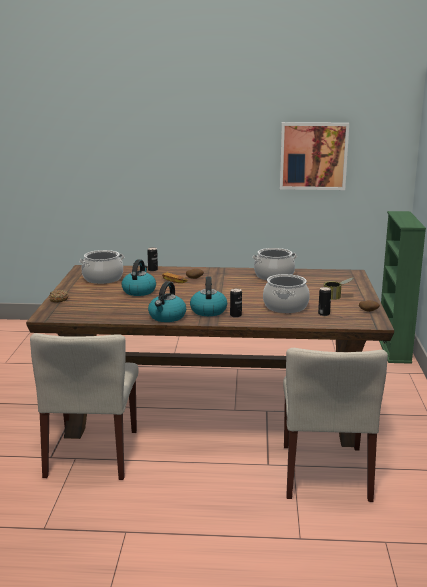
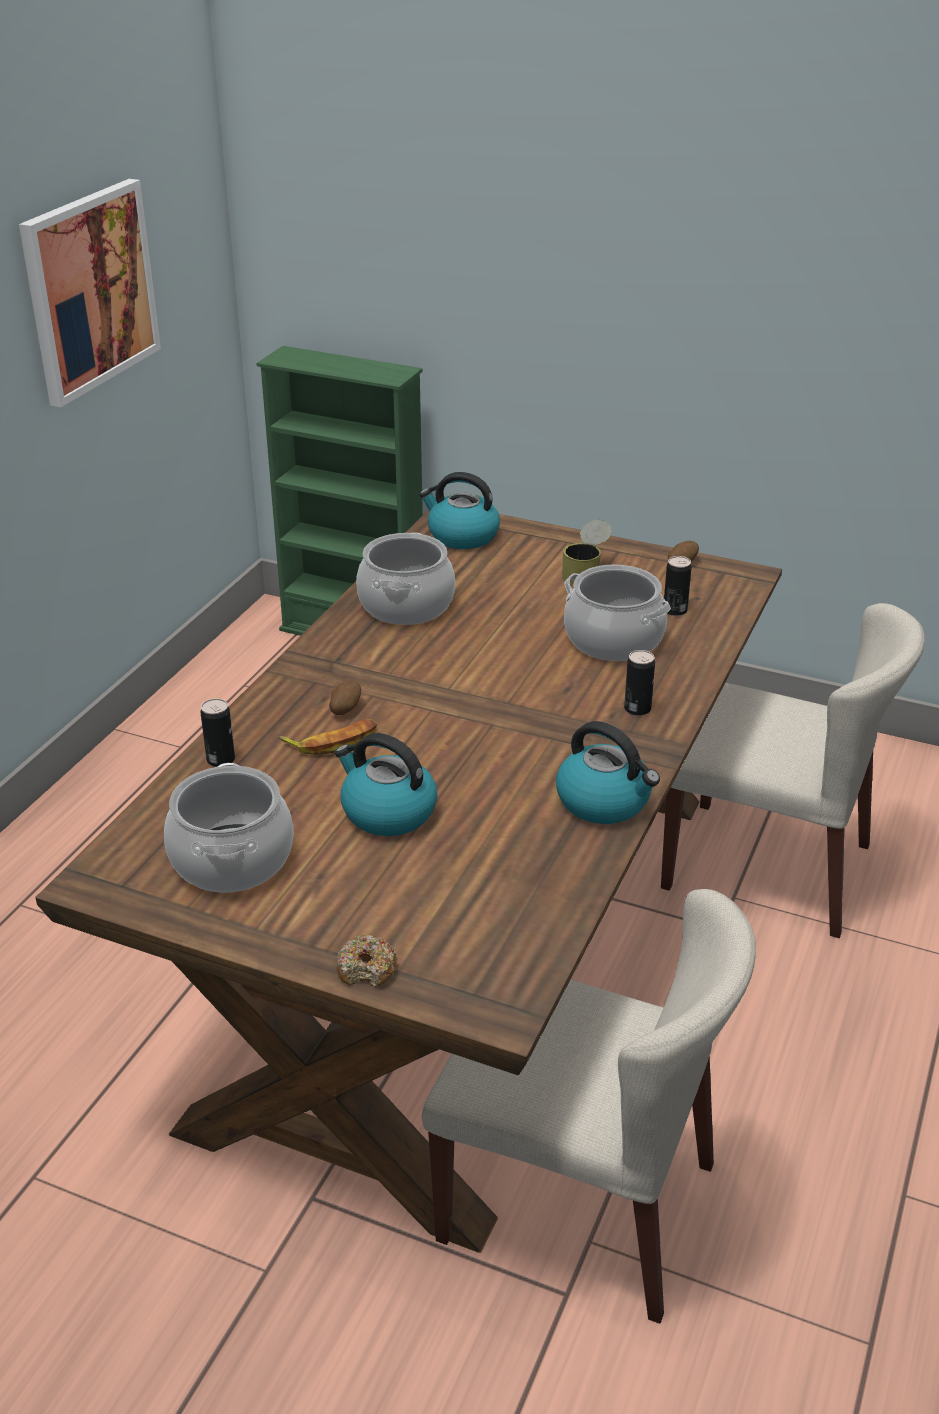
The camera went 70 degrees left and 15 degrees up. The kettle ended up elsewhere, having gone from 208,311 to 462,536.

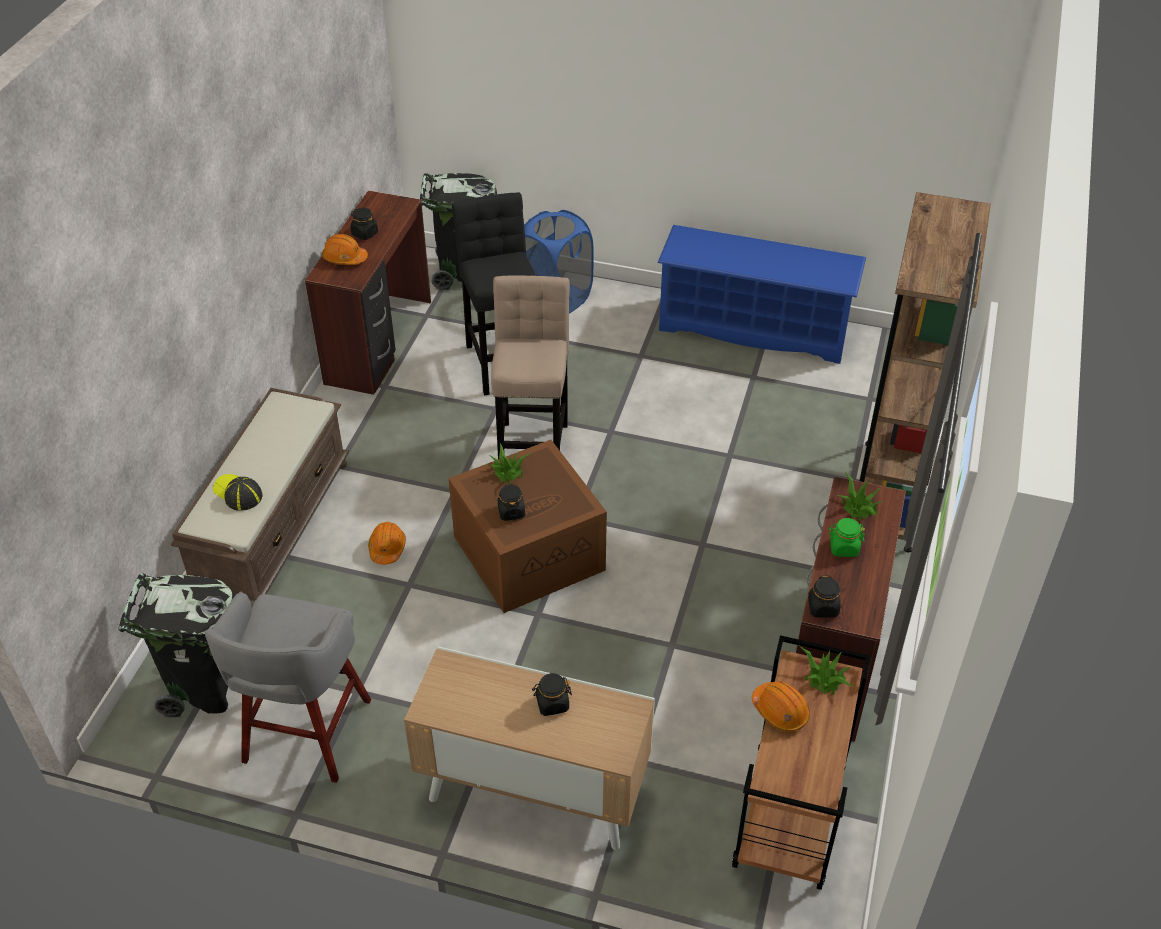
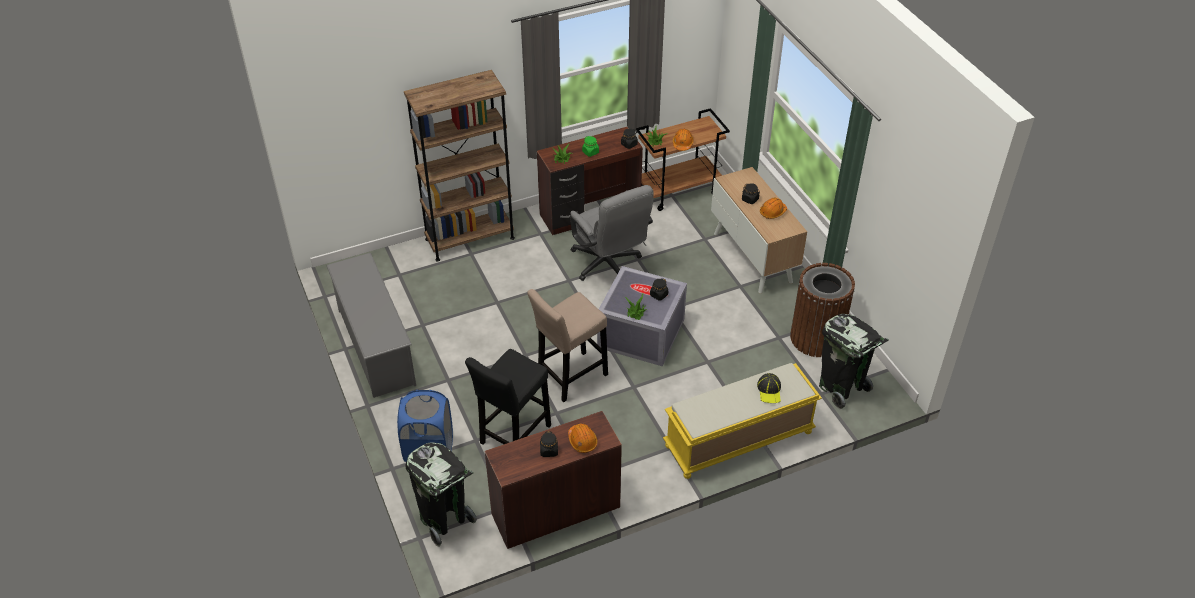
The camera went 130 degrees left and 0 degrees up. The second view gained the gray computer chair at 609,266. The orange-coloured work helmet ended up elsewhere, having gone from 387,548 to 772,212. Where the gray sitting stool stood at 305,734, the brown waste bin came to stand at 816,338. What was the brown long seat at 272,527 turned into the yellow-coloured long seat at 738,440. What was the brown storage container at 529,551 turned into the gray storage container at 639,334. What was the bluish shoe stand at 754,328 turned into the gray shoe stand at 376,346.

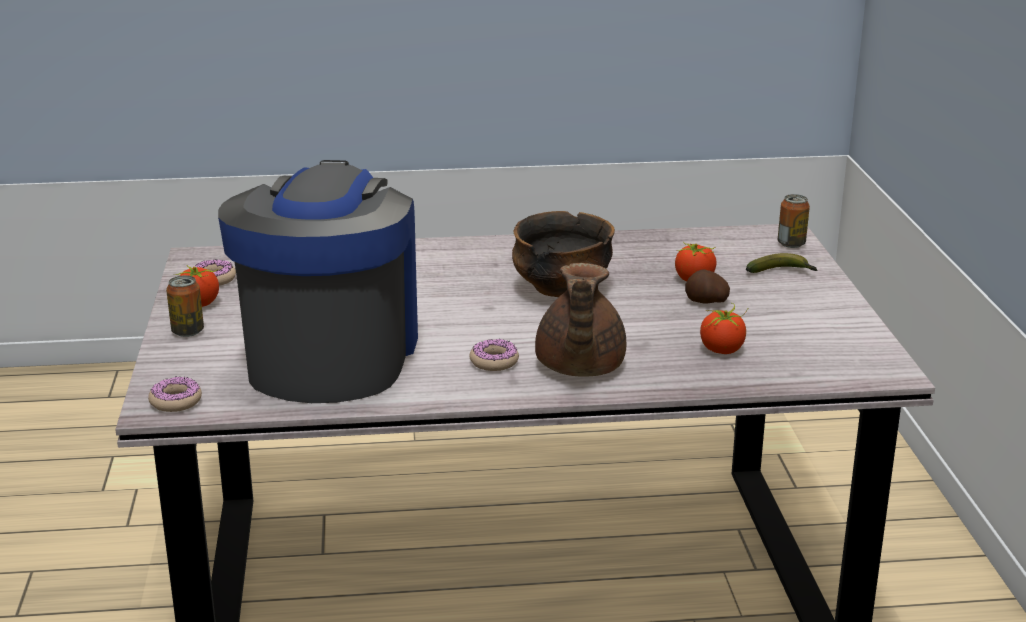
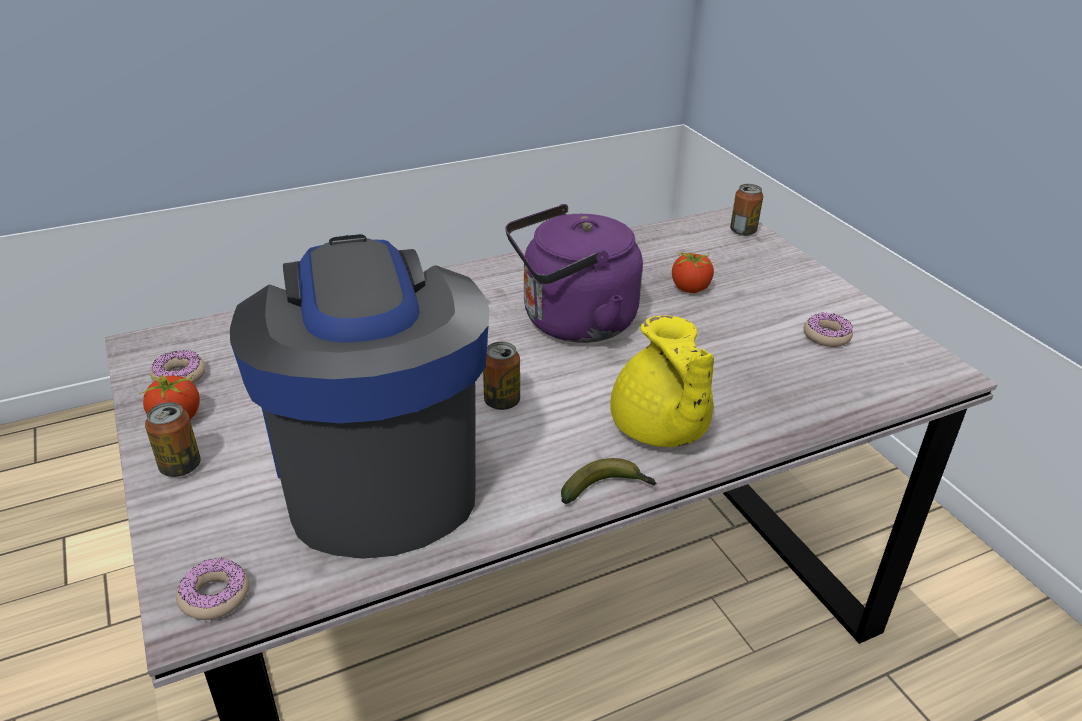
The camera went 20 degrees left and 10 degrees up. The second view lost the spud at 706,302. The second view lost the tomato at 722,350. The second view gained the metal can at 502,401. The donut ended up elsewhere, having gone from 494,362 to 826,336. The whole banana ended up elsewhere, having gone from 782,273 to 607,489. Where the deep dish stood at 560,289, the purple kettle came to stand at 572,323. What was the brown teapot at 578,368 turned into the yellow-coloured teapot at 660,429.

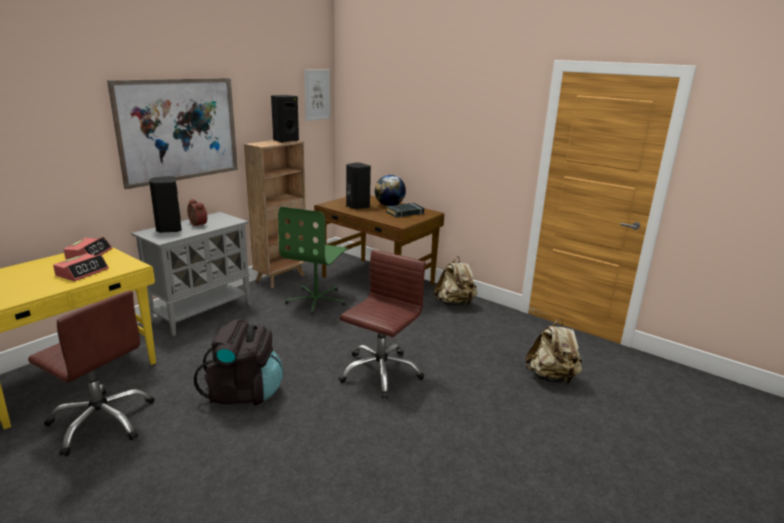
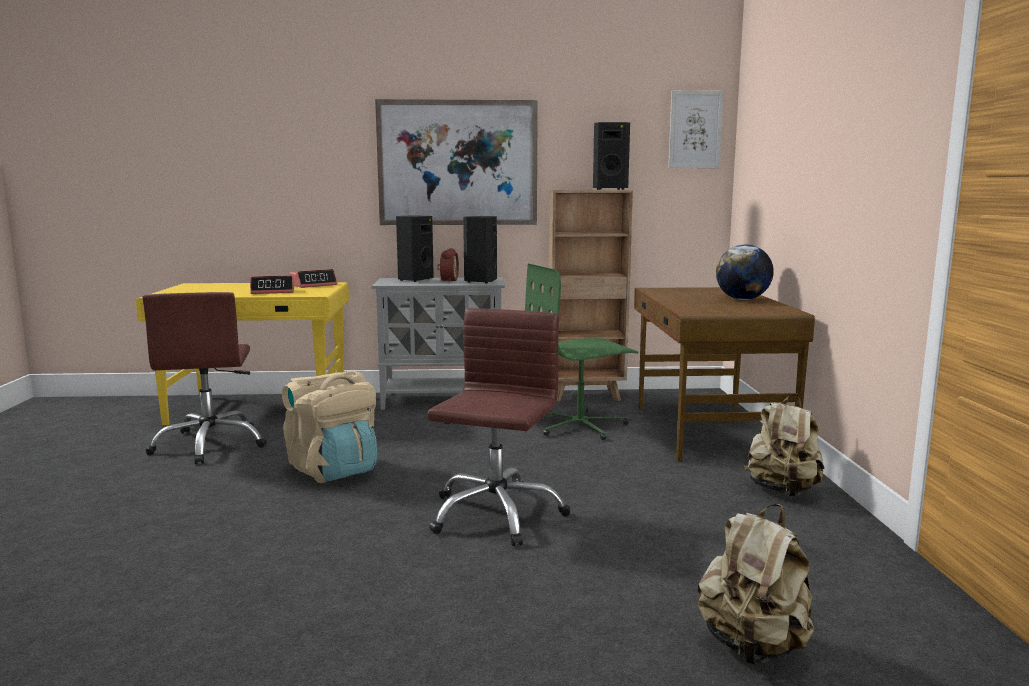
The camera went 50 degrees right and 10 degrees down. The second view lost the black bound book at 405,213. The black loudspeaker ended up elsewhere, having gone from 357,206 to 480,281. What was the black rucksack at 244,392 turned into the sand-coloured rucksack at 333,470. The brown computer chair at 380,372 ended up facing another way, 60 degrees counterclockwise from before.

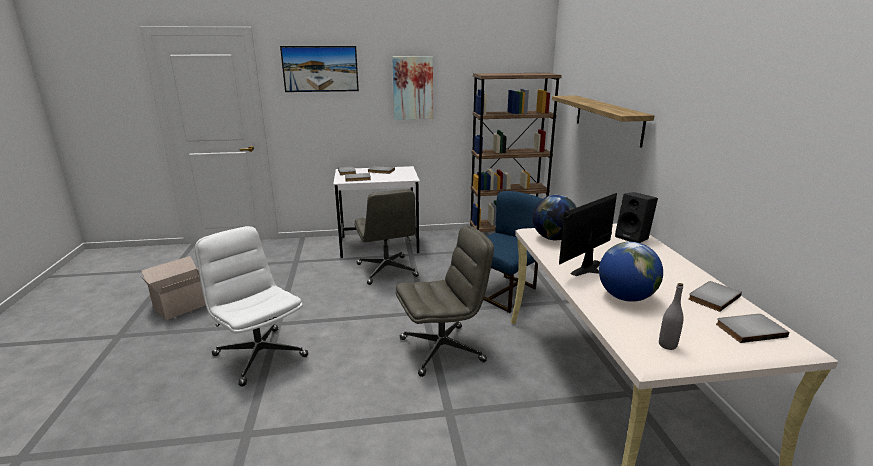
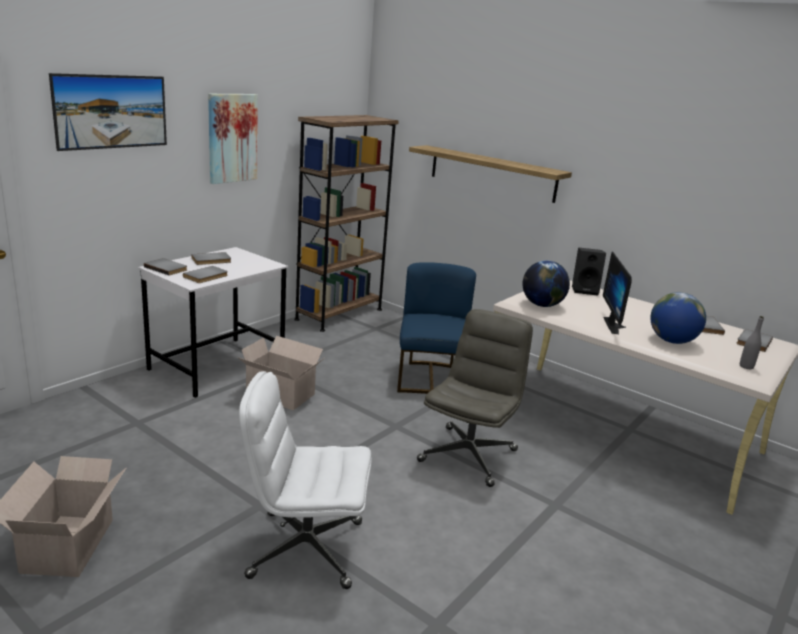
The camera went 45 degrees left and 0 degrees up. Where the gray computer chair stood at 387,270, the packing box came to stand at 282,395.

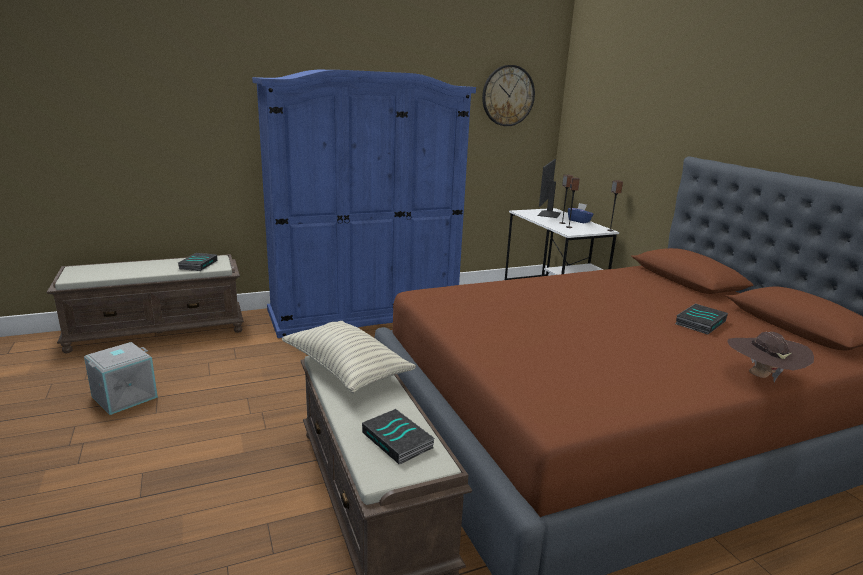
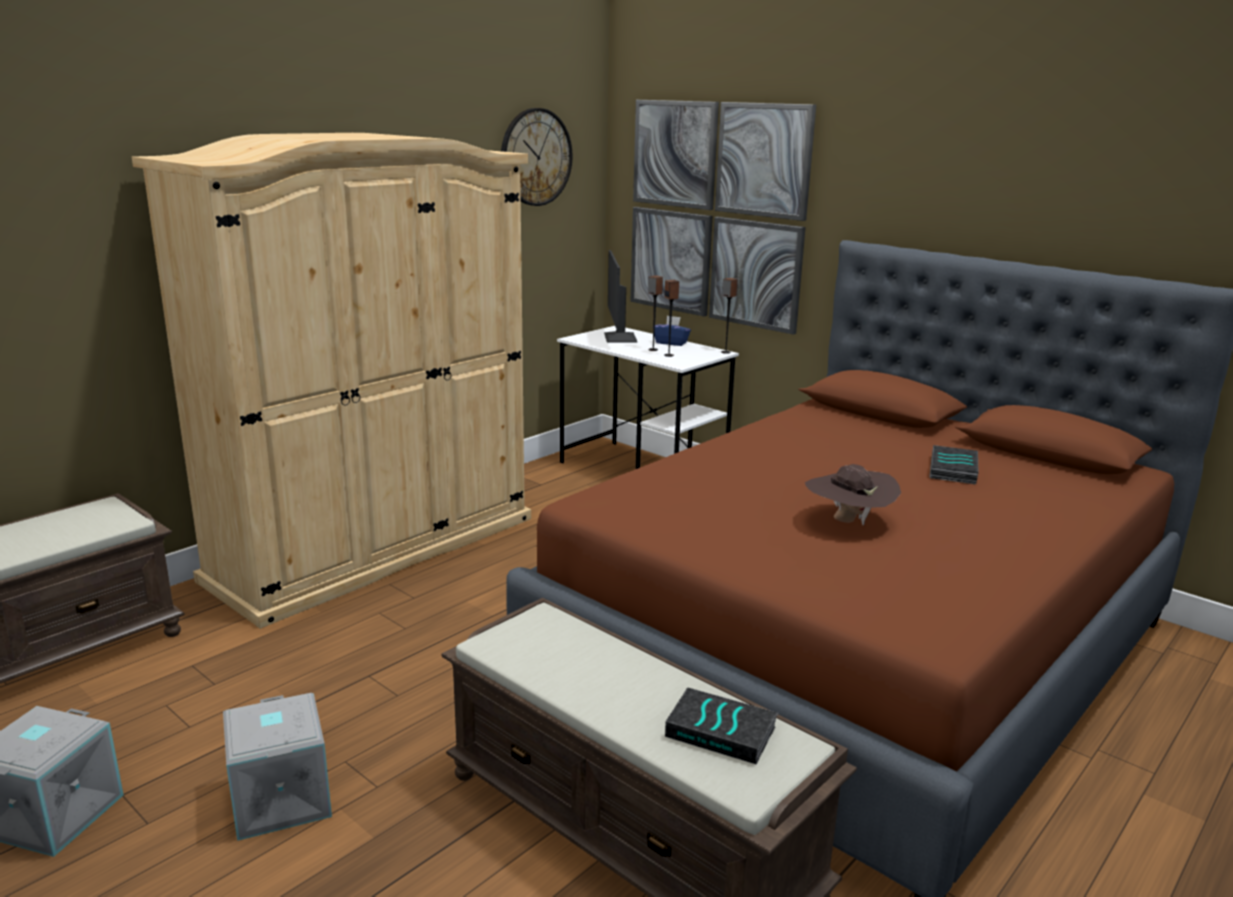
The camera went 25 degrees left and 0 degrees up. The second view lost the bound book at 198,264. The second view lost the throw pillow at 346,370. The second view gained the gray storage container at 279,799. The second view gained the wall picture at 715,213. The brown wearable hat ended up elsewhere, having gone from 761,377 to 848,522. What was the bluish armoire at 364,312 turned into the sand-coloured armoire at 375,548.

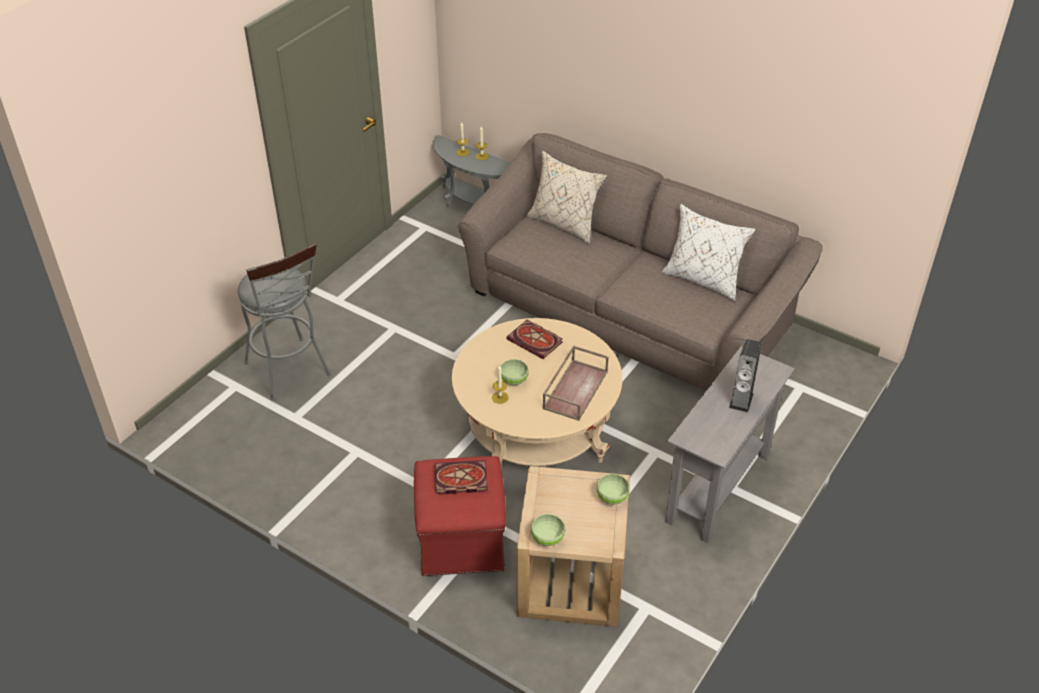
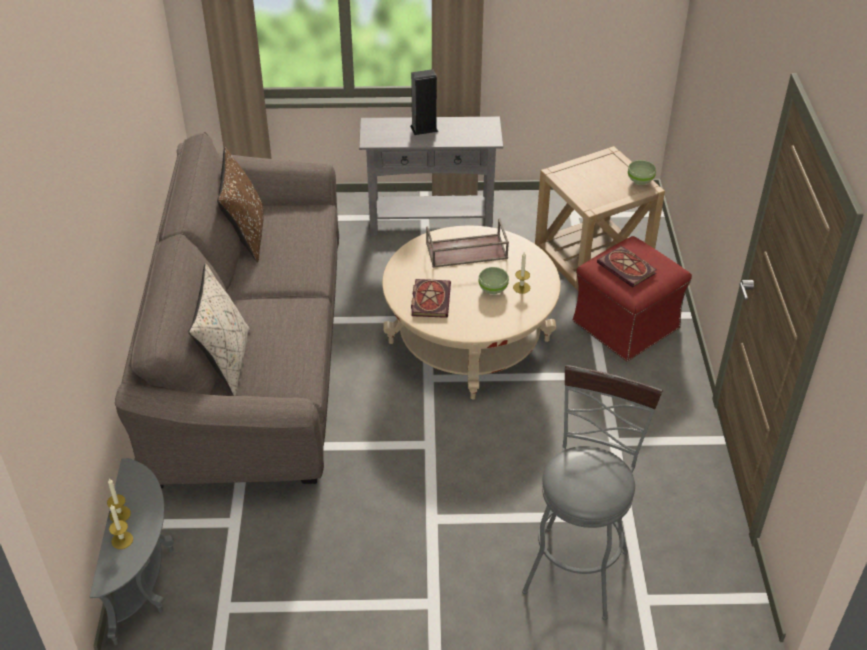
The camera went 125 degrees left and 0 degrees up. The second view lost the green-coloured deep dish at 612,498. What was the white throw pillow at 703,280 turned into the brown throw pillow at 246,235.

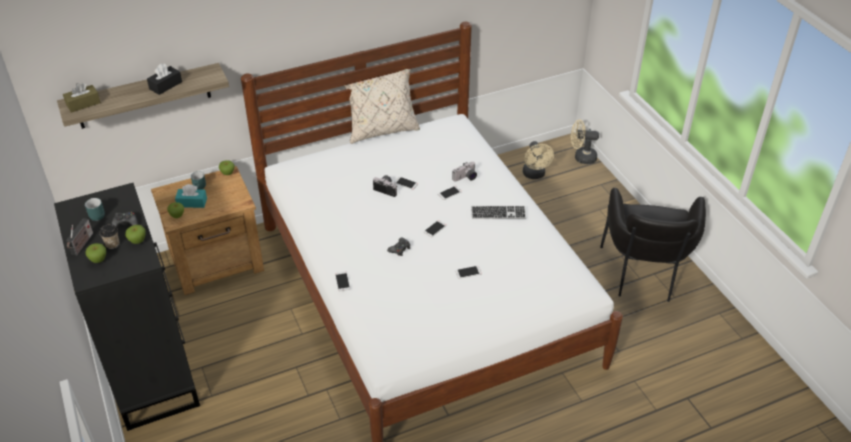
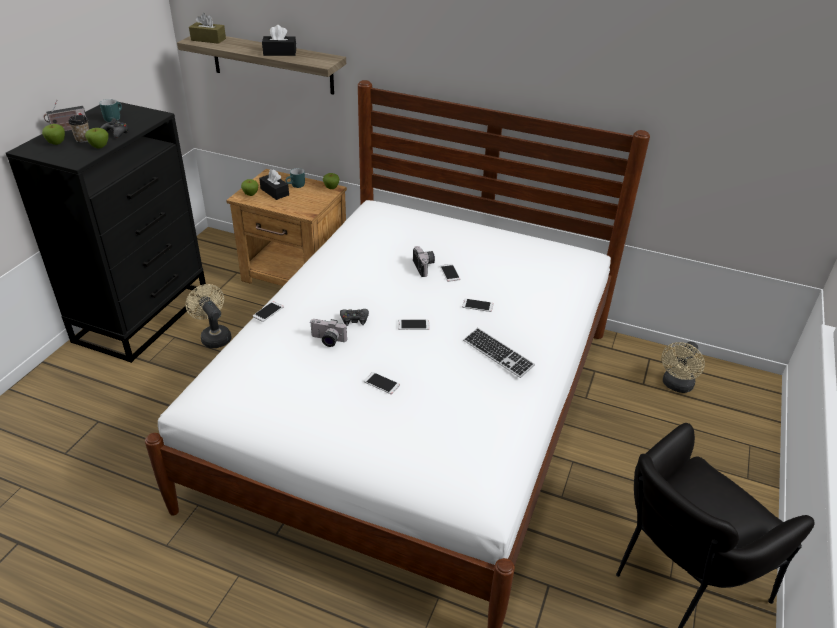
The camera went 45 degrees right and 5 degrees down. The second view lost the sand-coloured throw pillow at 382,130. The still camera ended up elsewhere, having gone from 466,178 to 327,341. The sand-coloured electric fan ended up elsewhere, having gone from 581,157 to 214,336. What was the turquoise tissue box at 192,202 turned into the black tissue box at 274,192.

